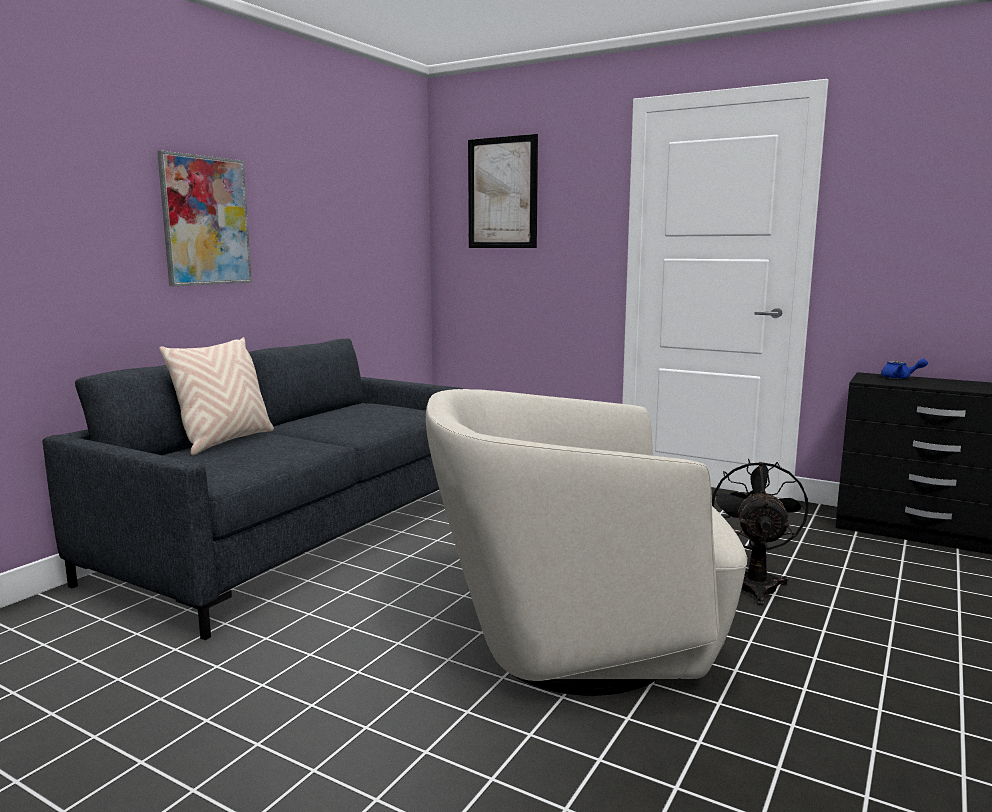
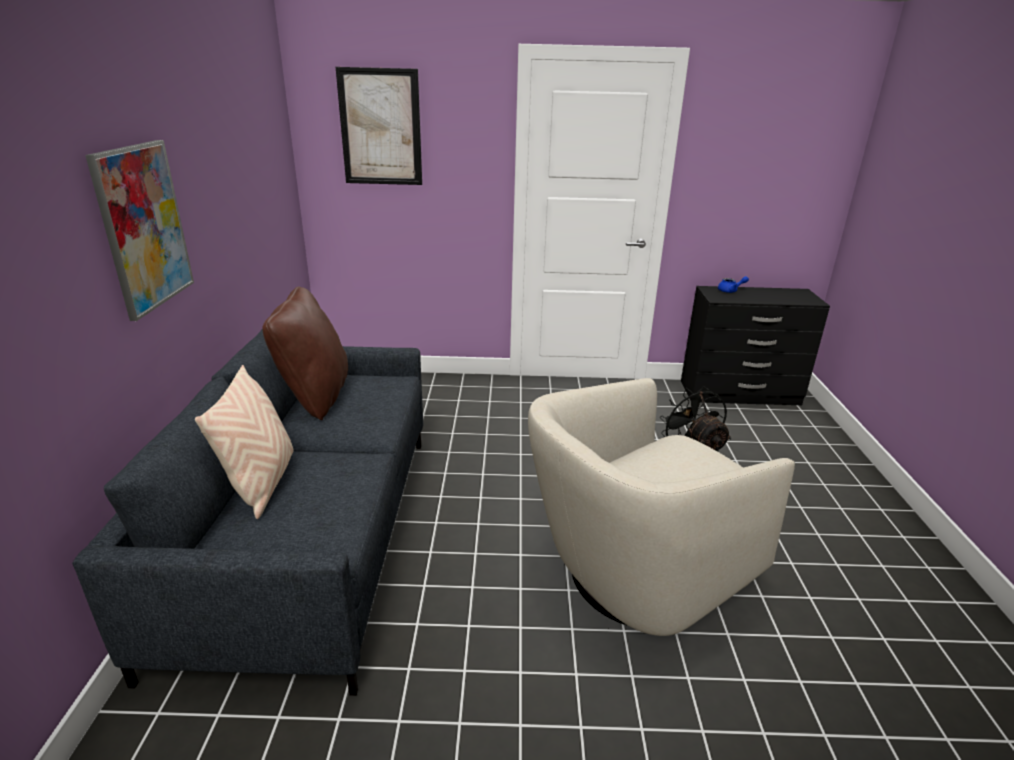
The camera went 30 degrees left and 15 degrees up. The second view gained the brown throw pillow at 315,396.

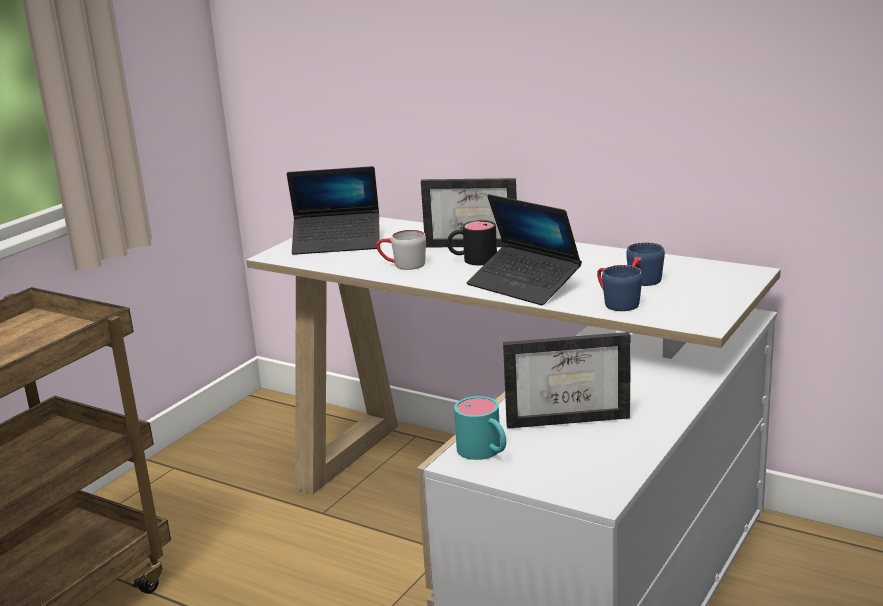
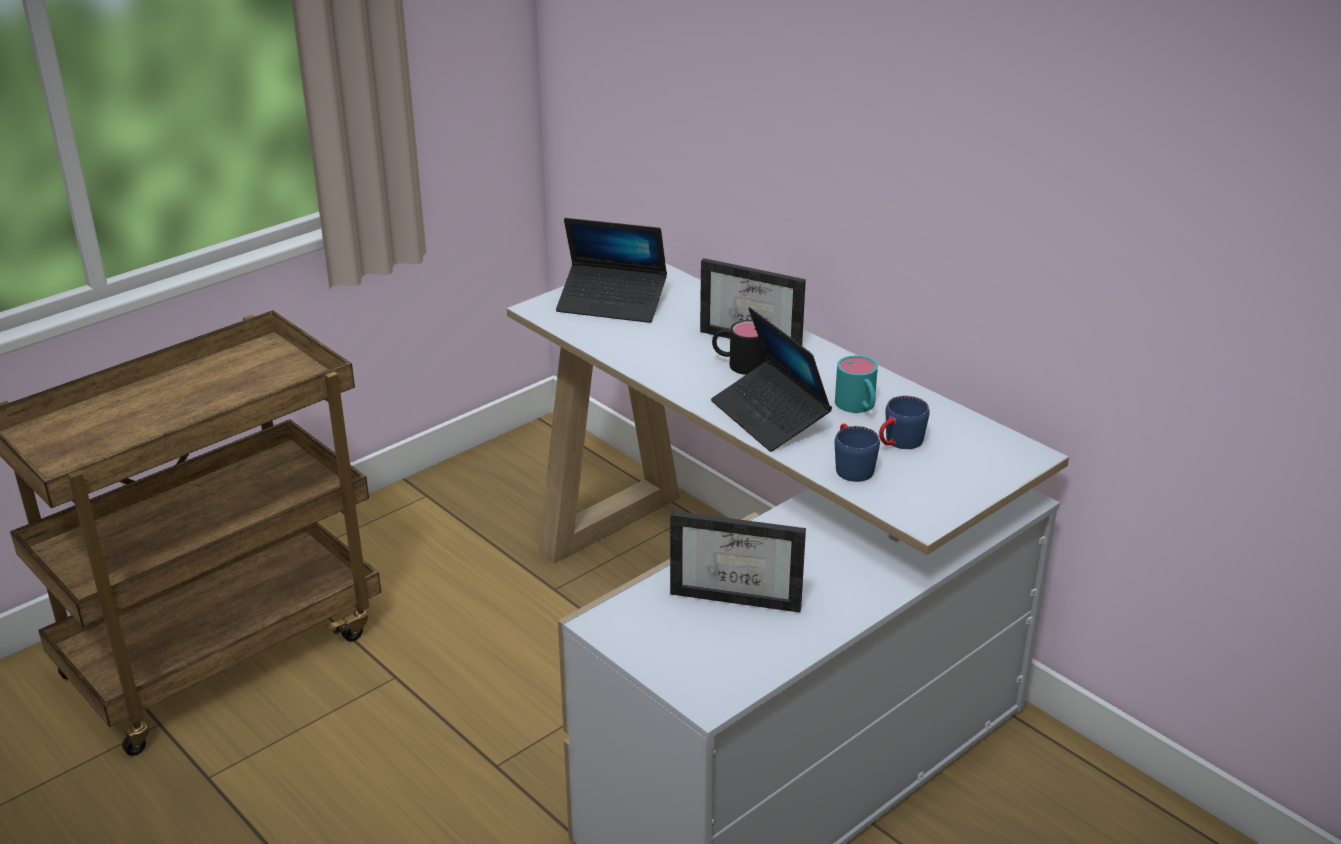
The camera went 15 degrees right and 10 degrees up. The second view lost the gray mug at 402,265. The turquoise mug ended up elsewhere, having gone from 485,452 to 858,407.

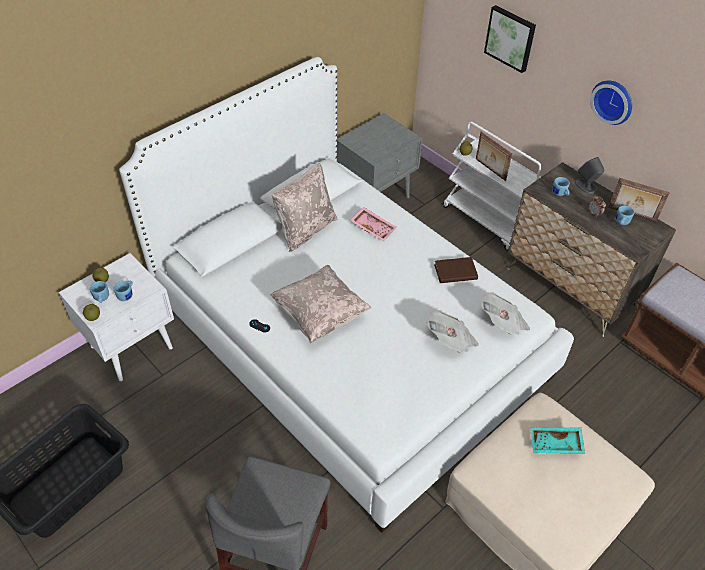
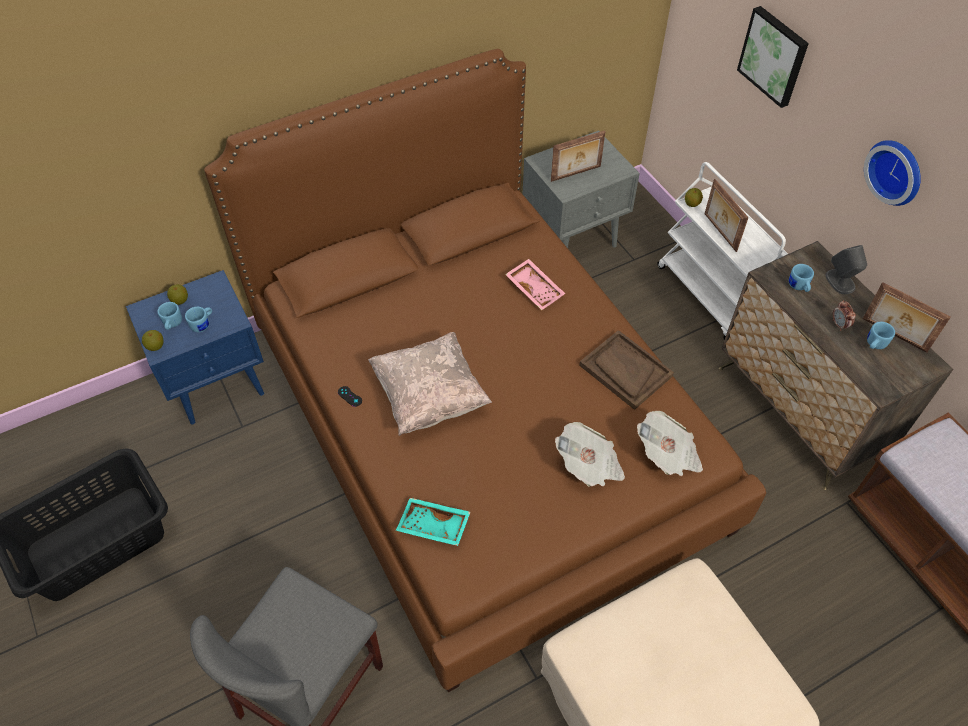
The camera went 15 degrees right and 5 degrees up. The second view lost the sand-coloured throw pillow at 305,229. The second view gained the photo frame at 576,174. The turquoise serving tray ended up elsewhere, having gone from 555,445 to 433,527. Where the brown bound book stood at 455,272, the brown serving tray came to stand at 625,371. What was the white night table at 133,347 turned into the bluish night table at 218,383. What was the white sleeping bed at 350,340 turned into the brown sleeping bed at 482,428.

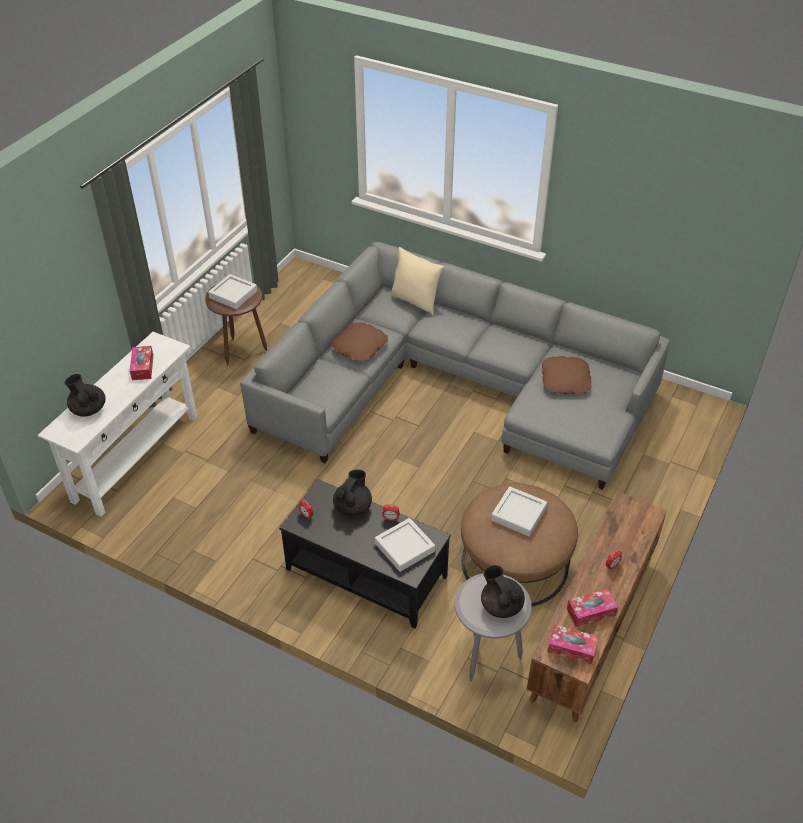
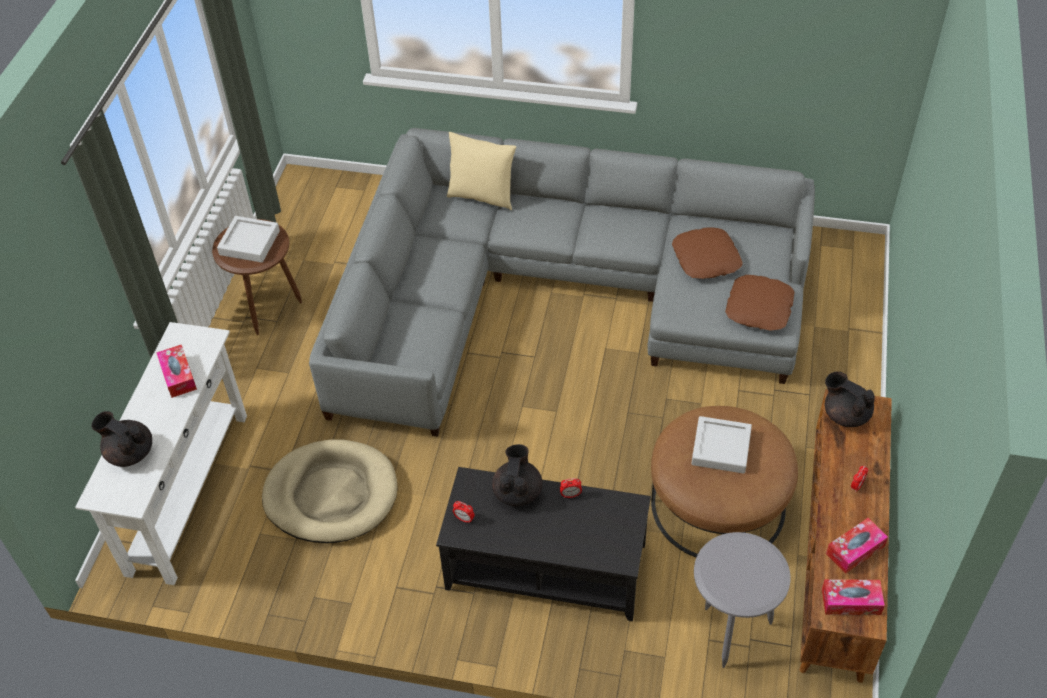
The camera went 15 degrees left and 5 degrees up. The second view lost the gray serving tray at 404,547. The second view gained the sand-coloured dog cushion at 331,494. The brown throw pillow ended up elsewhere, having gone from 360,346 to 759,308. The black teapot ended up elsewhere, having gone from 501,605 to 845,414.

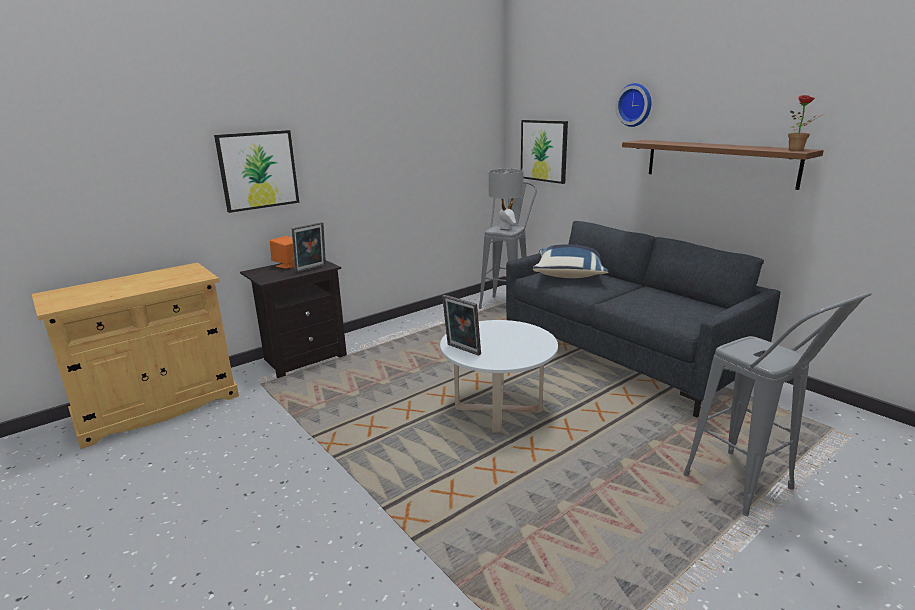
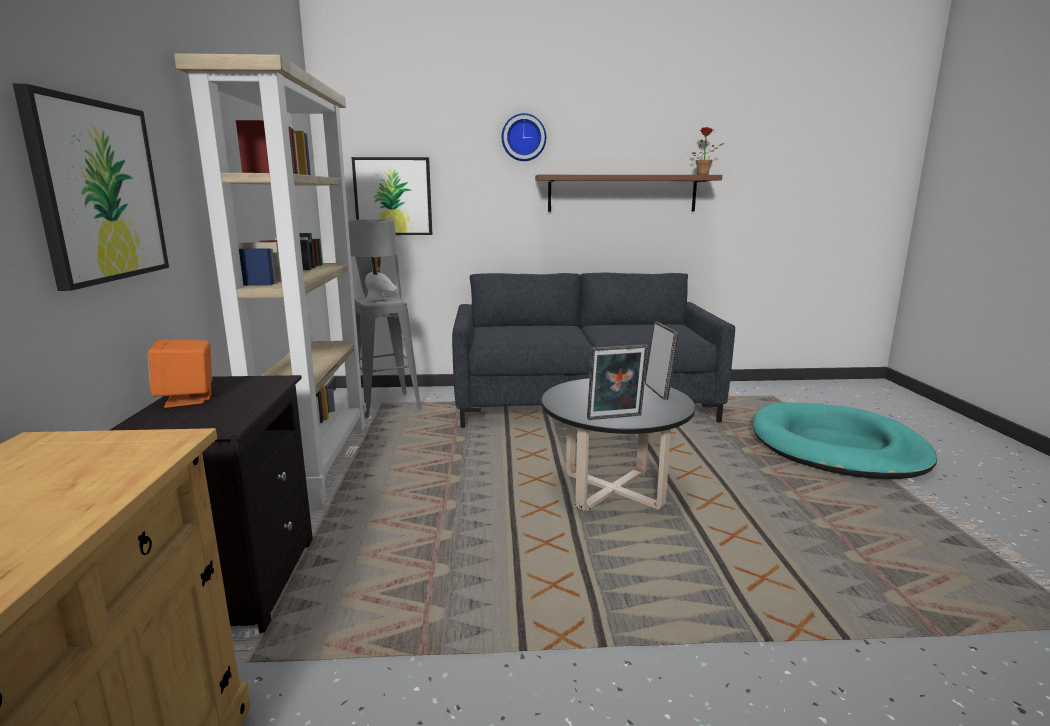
The camera went 55 degrees left and 5 degrees down. The second view lost the bluish throw pillow at 570,275. The second view gained the sand-coloured shelving unit at 314,462. The photo frame ended up elsewhere, having gone from 312,269 to 659,391. Where the gray sitting stool stood at 751,491, the turquoise dog cushion came to stand at 836,447. What was the white low table at 498,409 turned into the black low table at 612,490.

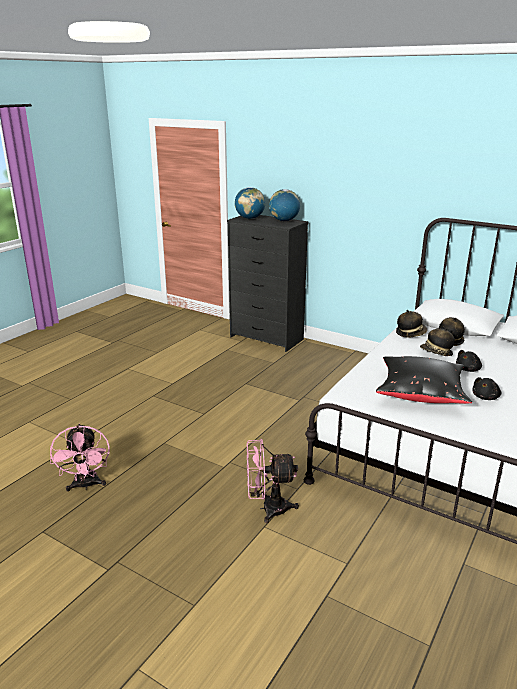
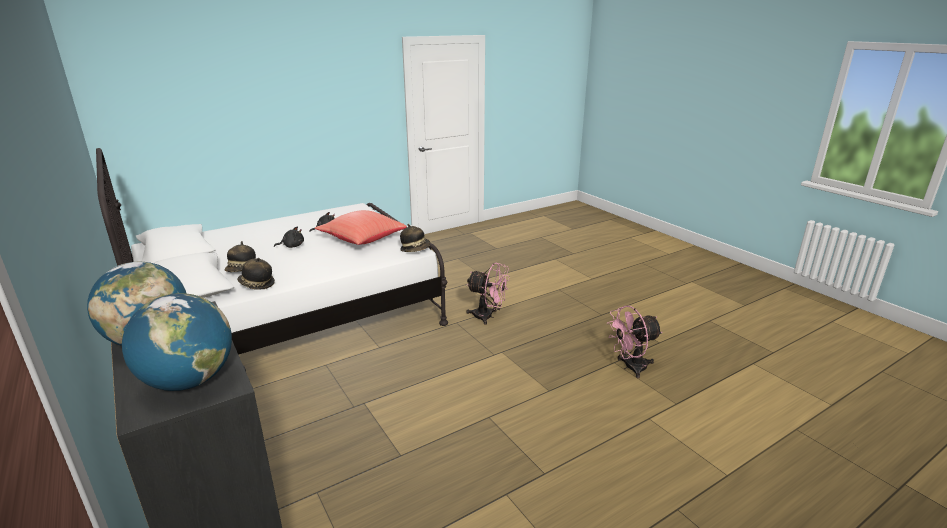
The camera went 155 degrees left and 0 degrees up. The wearable hat ended up elsewhere, having gone from 436,353 to 415,249. What was the black throw pillow at 420,393 turned into the red throw pillow at 361,240. The pinkish electric fan at 86,485 ended up facing another way, 120 degrees counterclockwise from before.

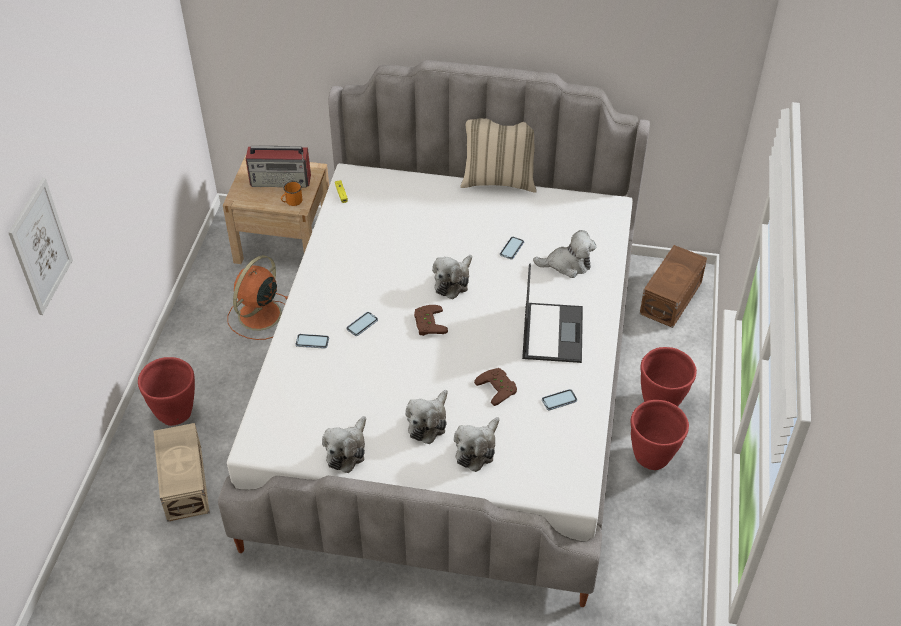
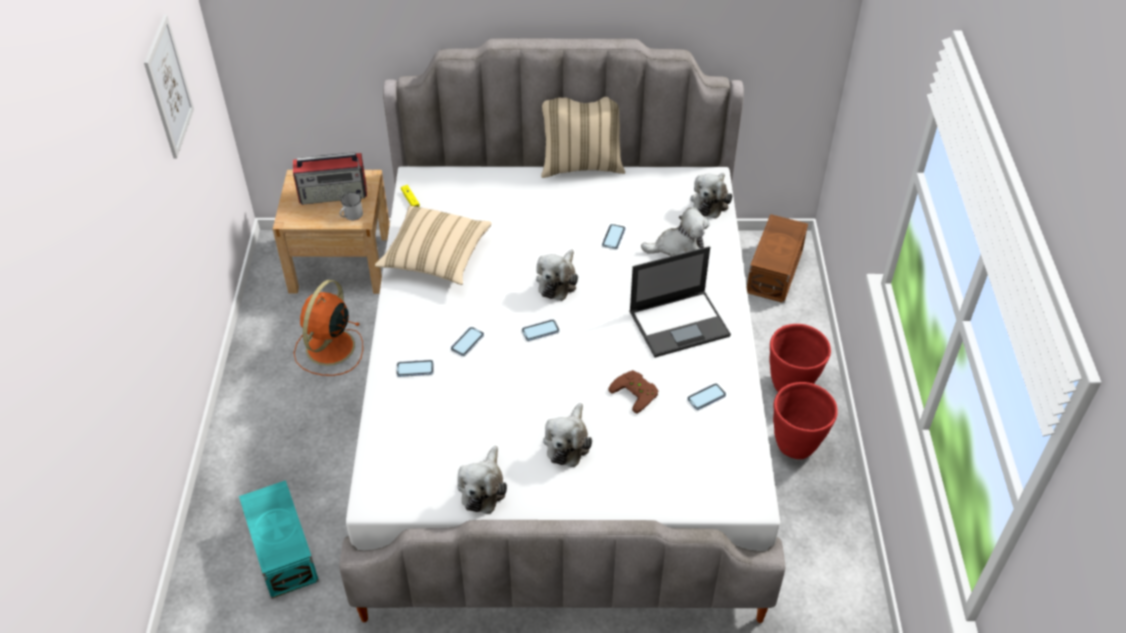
The camera went 10 degrees left and 0 degrees up. The second view lost the red plant pot at 176,413. The second view gained the sand-coloured throw pillow at 435,258. The wall picture ended up elsewhere, having gone from 40,247 to 168,87. The cuddly toy ended up elsewhere, having gone from 477,449 to 710,201. Where the brown game controller stood at 427,323, the phone came to stand at 540,331. What was the sand-coloured storage container at 185,482 turned into the turquoise storage container at 284,549. What was the orange-coloured mug at 291,202 turned into the white mug at 351,216. The notebook computer at 552,332 ended up facing another way, 75 degrees clockwise from before.

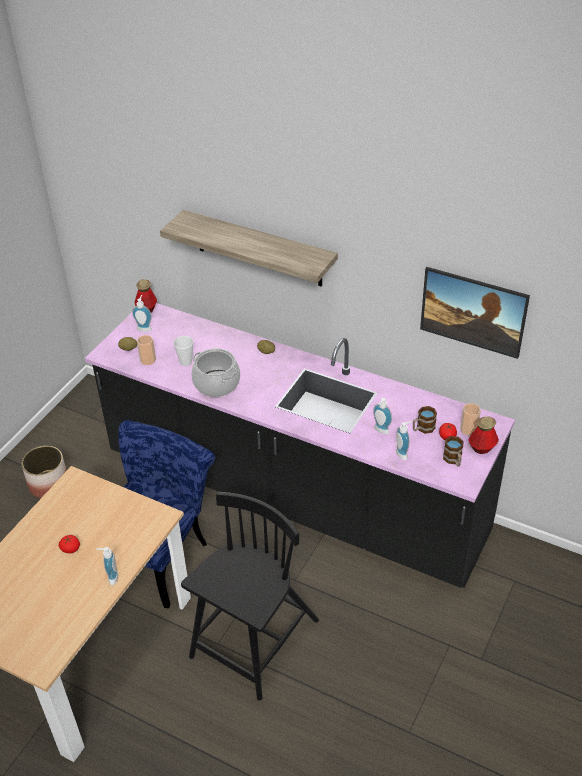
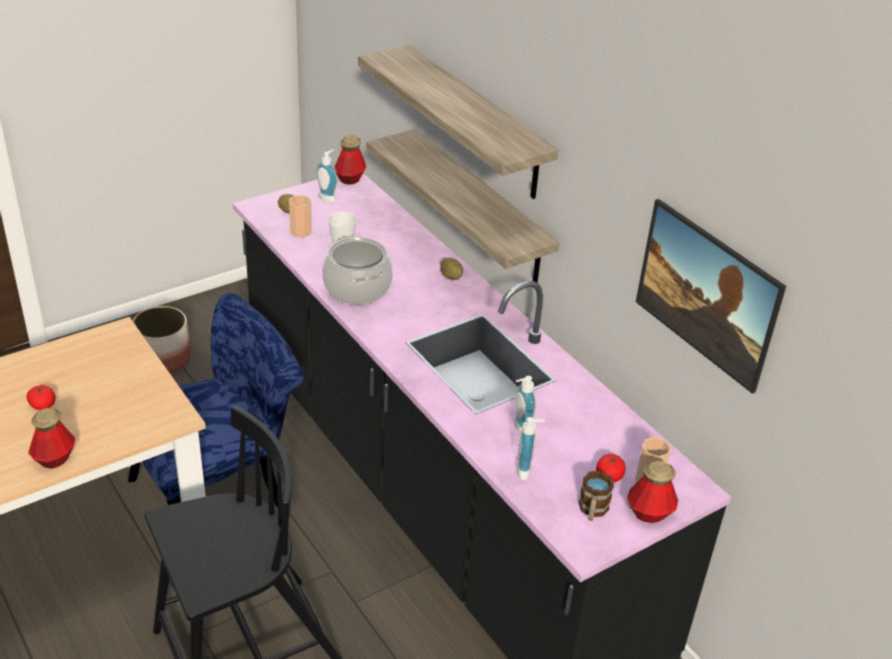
The camera went 25 degrees right and 5 degrees down. The second view lost the mug at 422,428. The second view gained the wall shelf at 480,208. Where the soap bottle stood at 111,577, the beverage bottle came to stand at 54,458.

